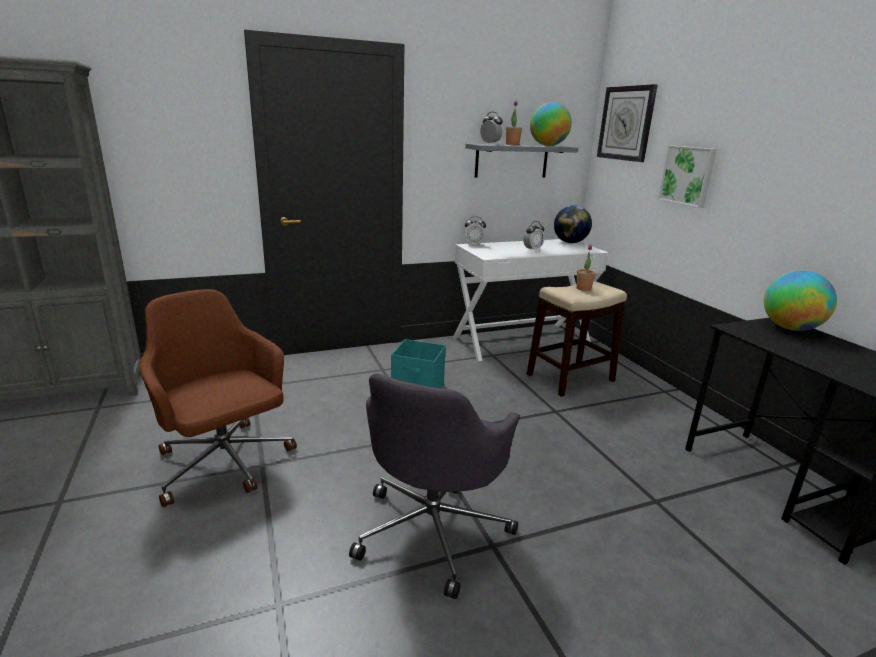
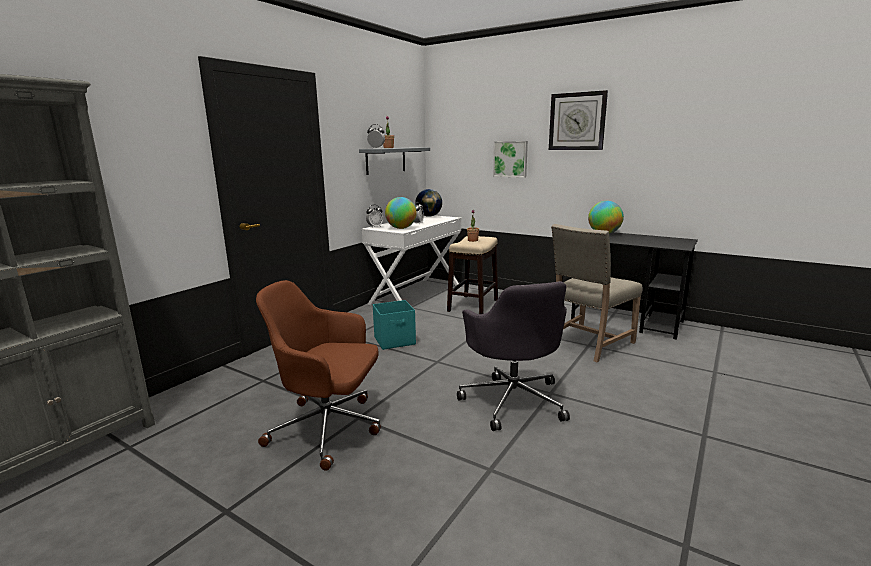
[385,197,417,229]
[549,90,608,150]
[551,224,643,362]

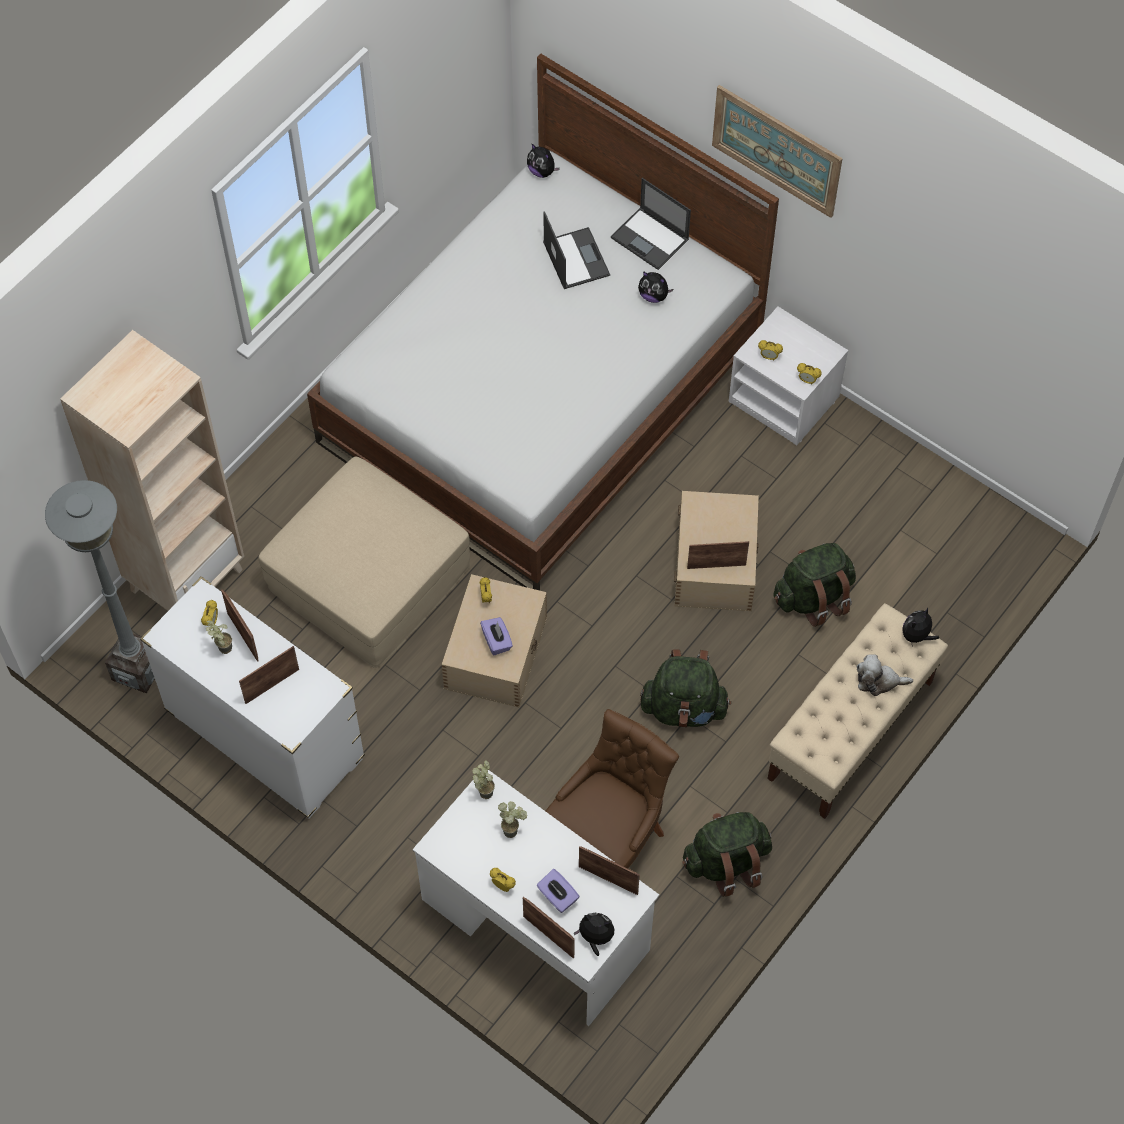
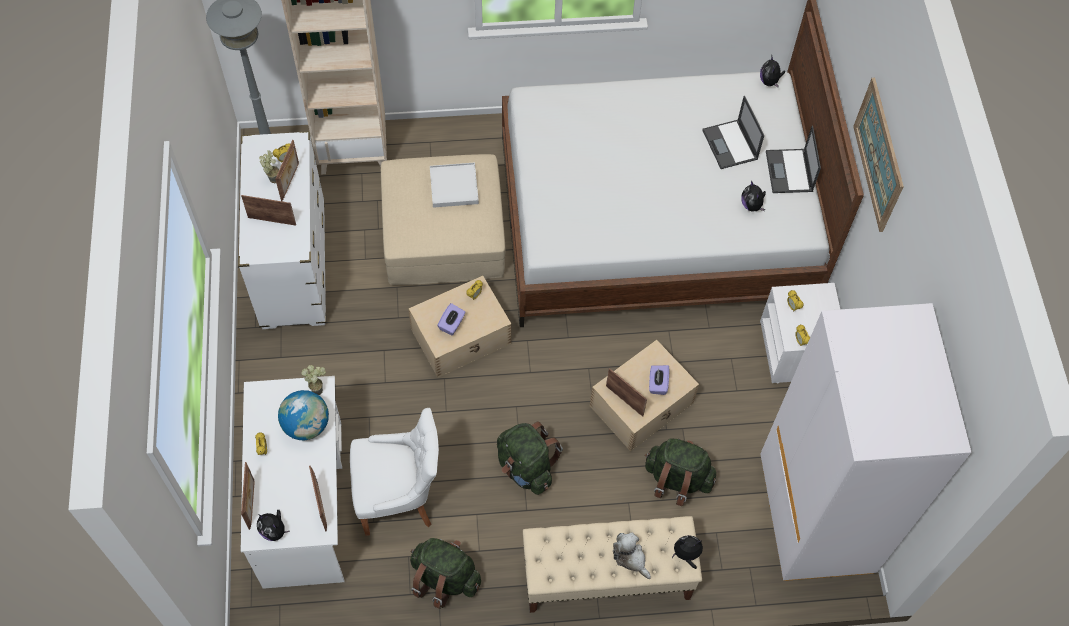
[257,510,290,541]
[278,390,329,440]
[350,408,439,536]
[430,162,479,208]
[649,365,669,395]
[702,96,764,169]
[760,303,972,581]

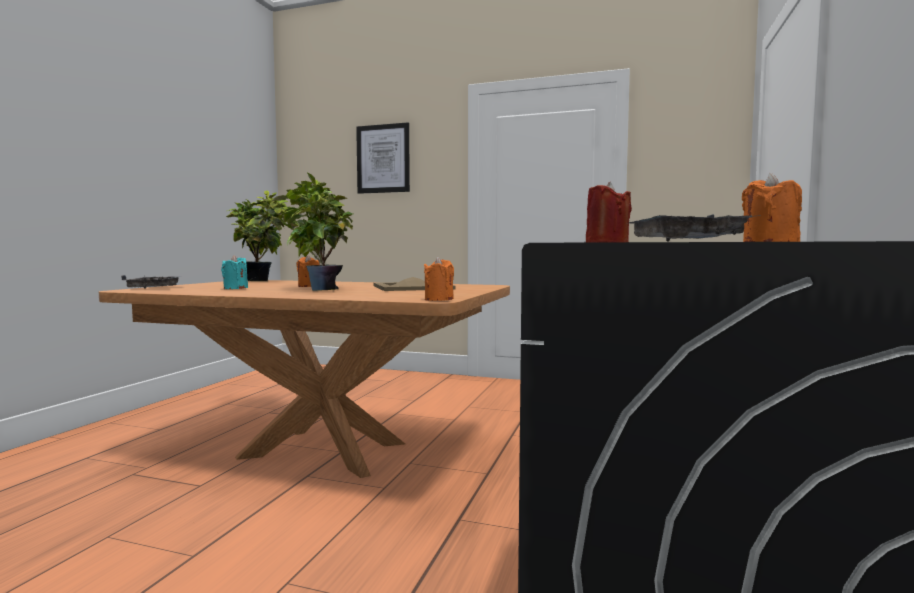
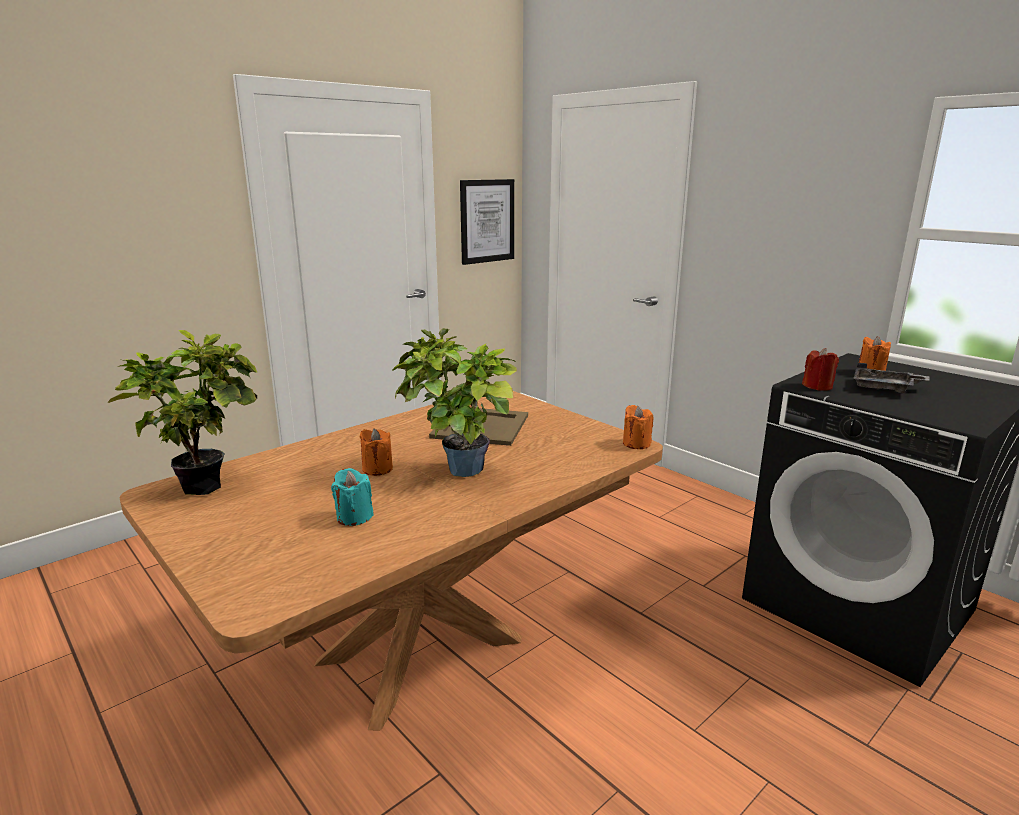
[460,179,514,265]
[121,275,181,289] (first image)

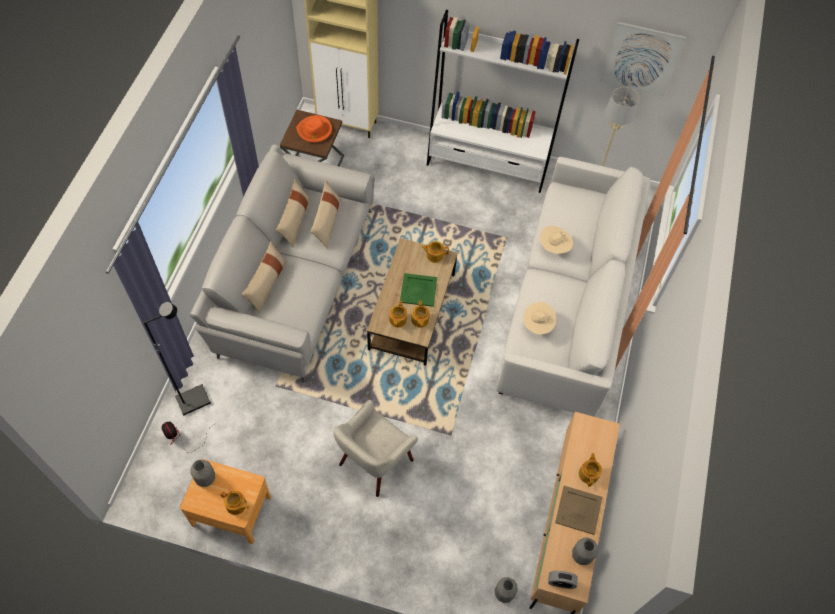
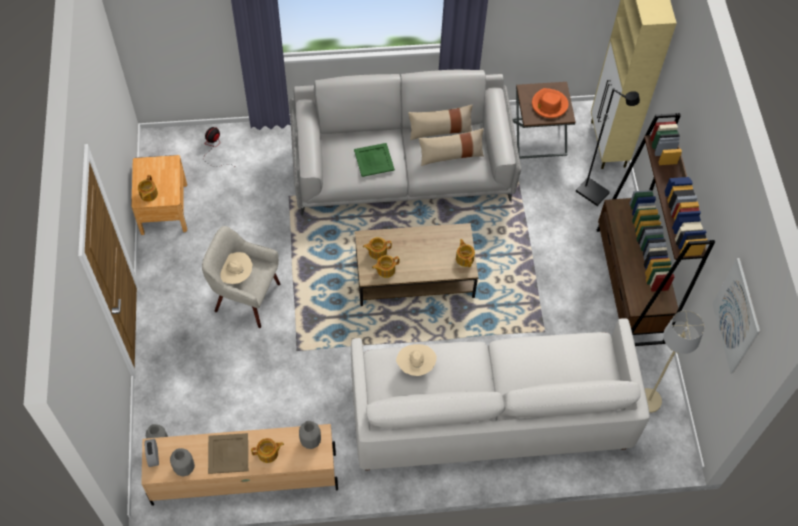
[220,252,252,284]
[299,421,321,449]
[354,143,395,177]
[576,88,640,206]
[597,113,715,346]
[241,241,287,314] (first image)

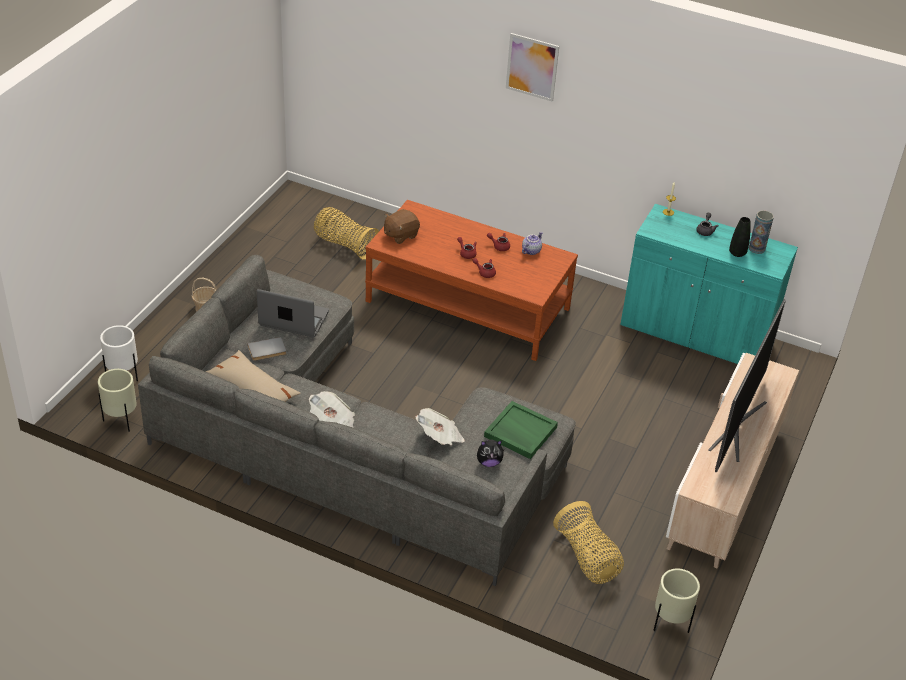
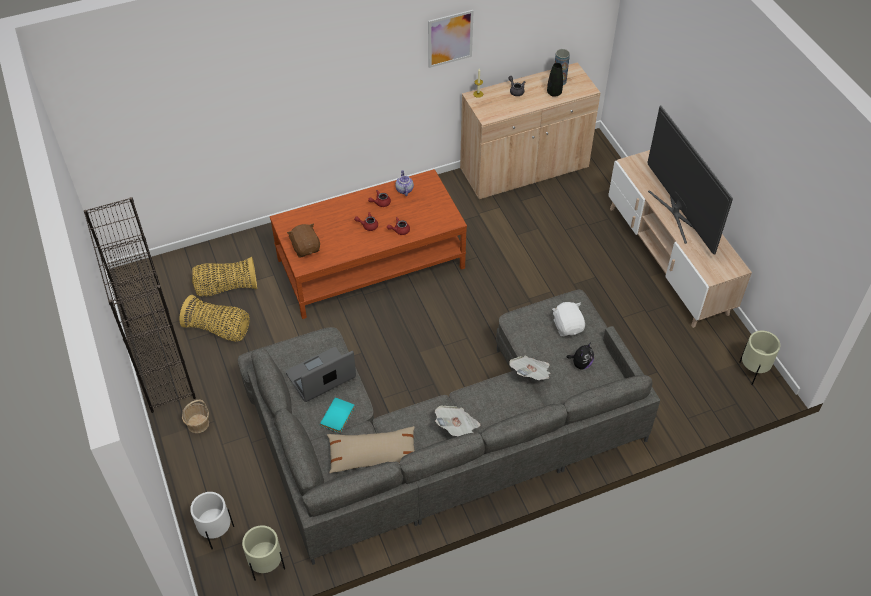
[84,197,196,413]
[179,295,250,341]
[287,223,320,258]
[320,397,355,433]
[428,10,474,68]
[460,62,601,199]
[552,302,585,336]

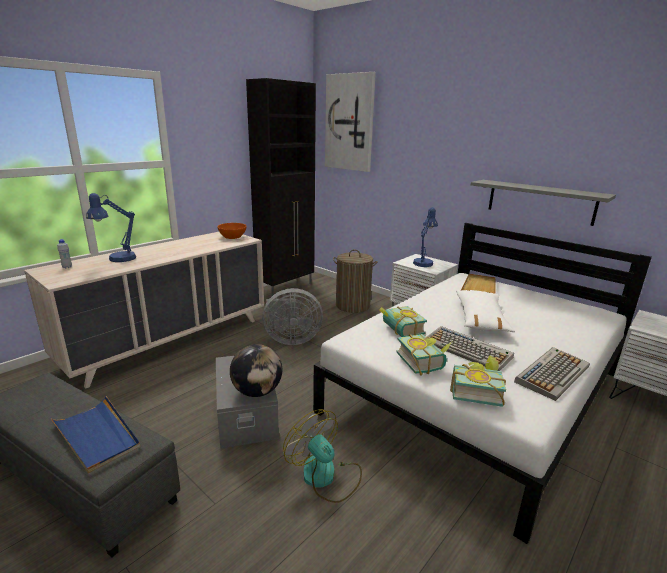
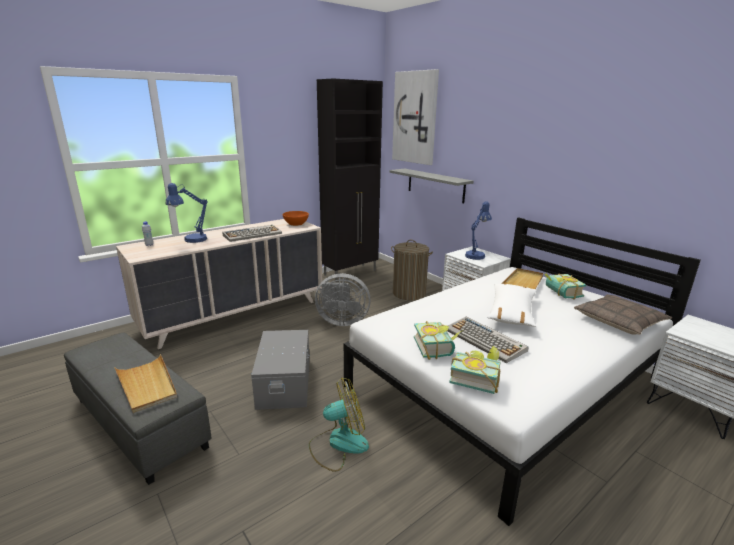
[114,354,177,413]
[222,225,282,242]
[309,378,369,472]
[389,169,474,203]
[545,273,586,300]
[574,294,672,335]
[230,344,282,397] (first image)

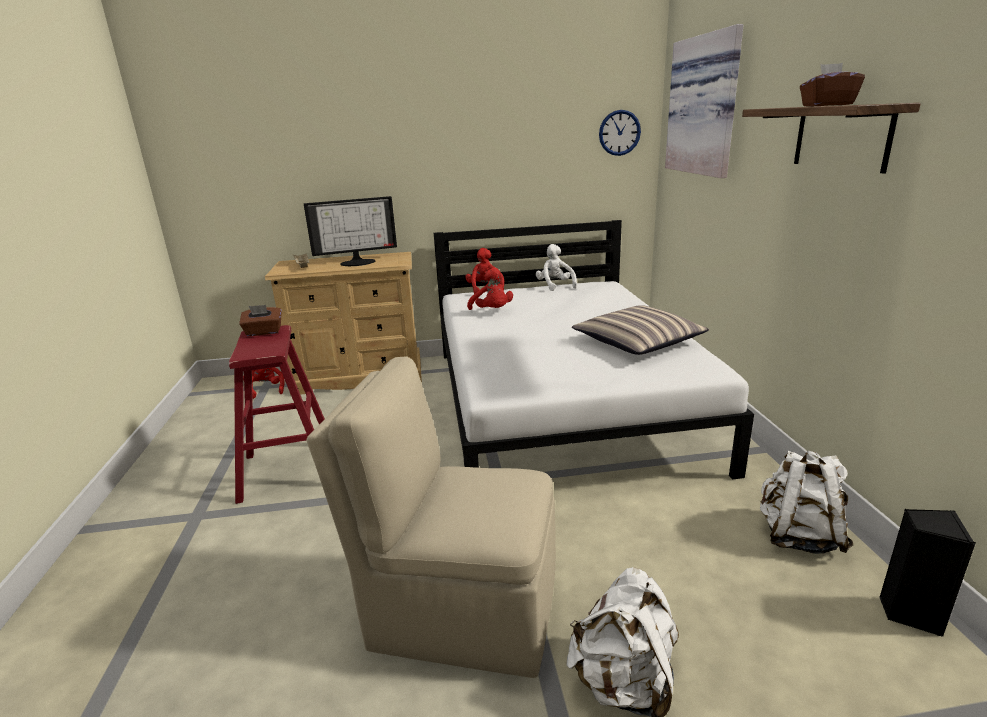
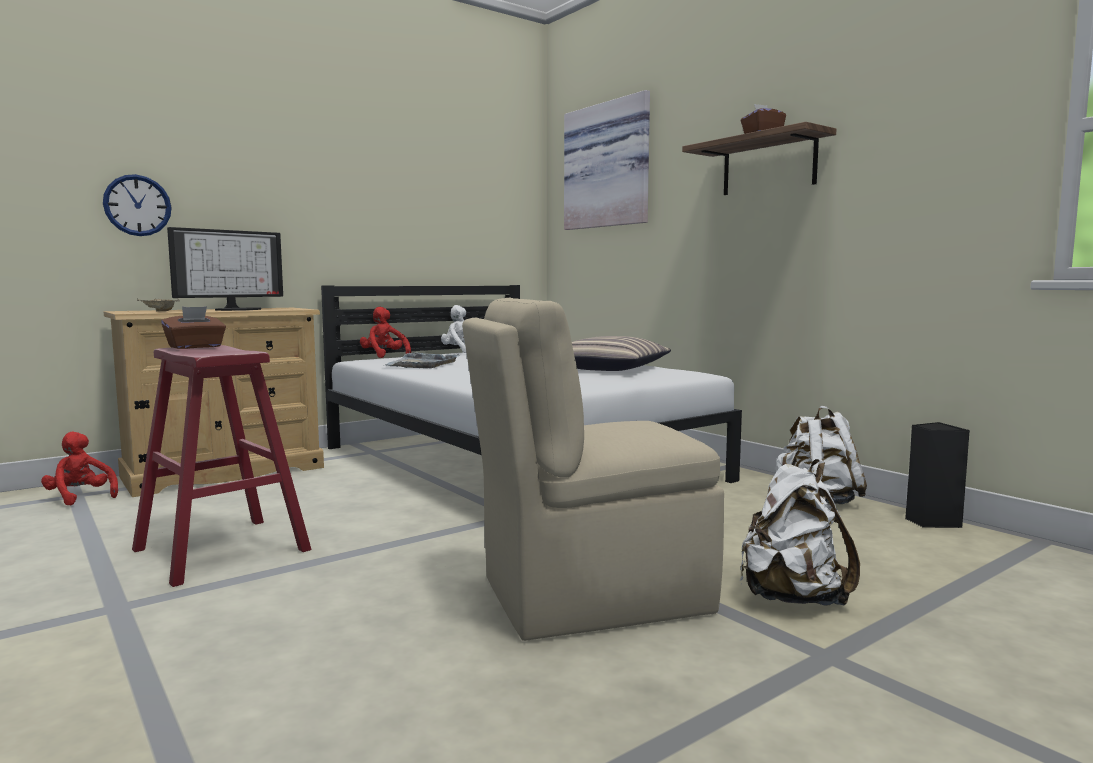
[103,174,172,236]
[385,352,459,368]

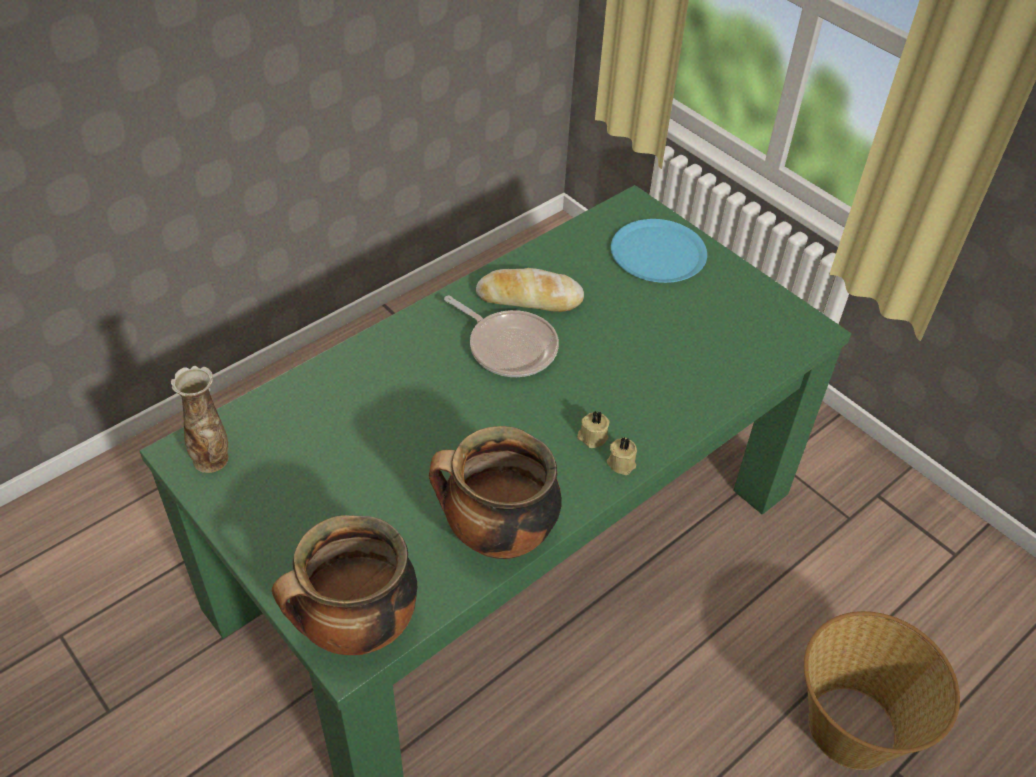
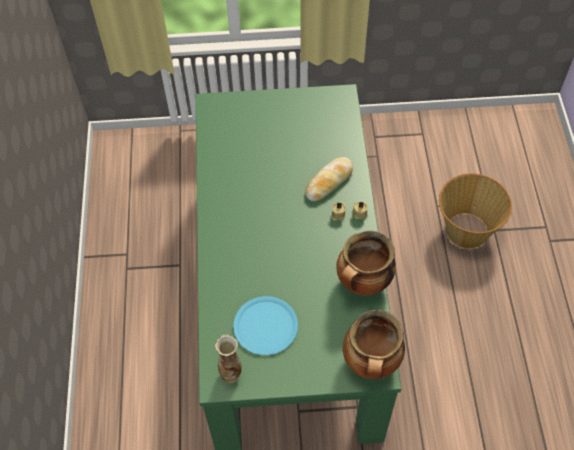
[233,296,298,355]
[305,157,353,201]
[444,296,559,377] (first image)

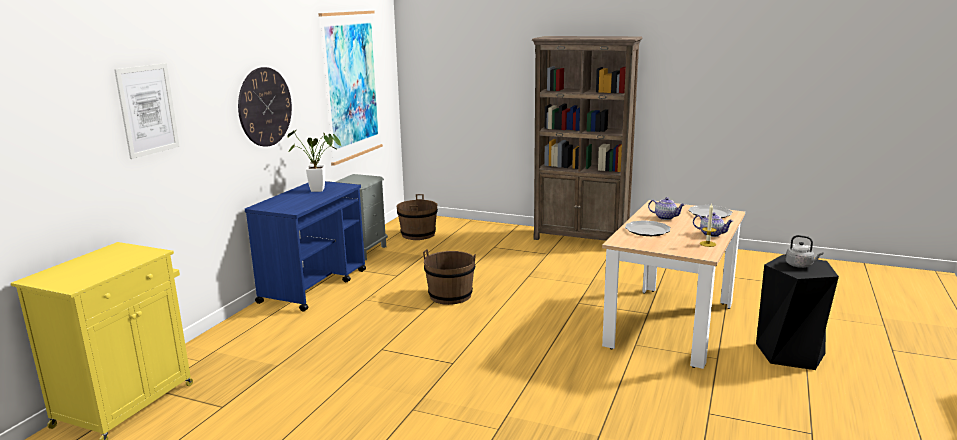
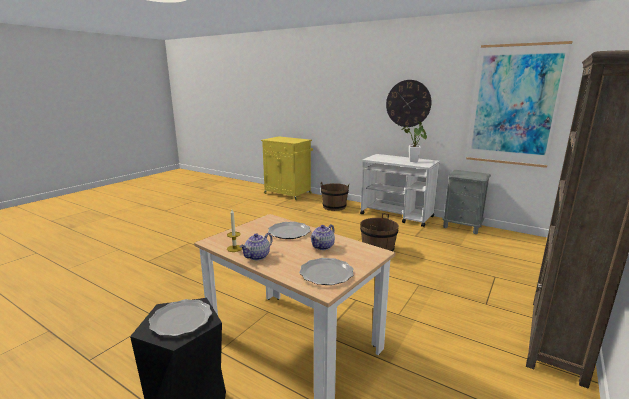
[149,299,212,336]
[321,182,349,211]
[360,154,440,227]
[114,63,180,159] (first image)

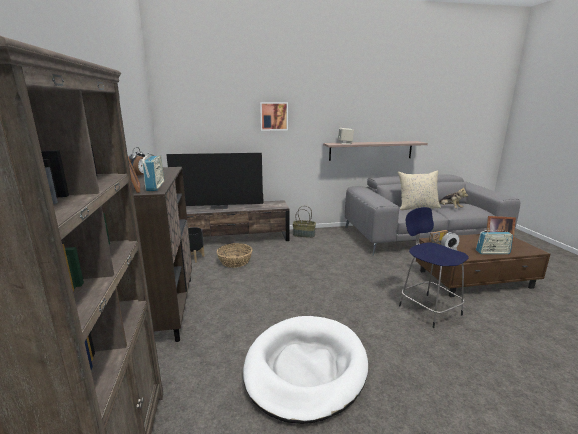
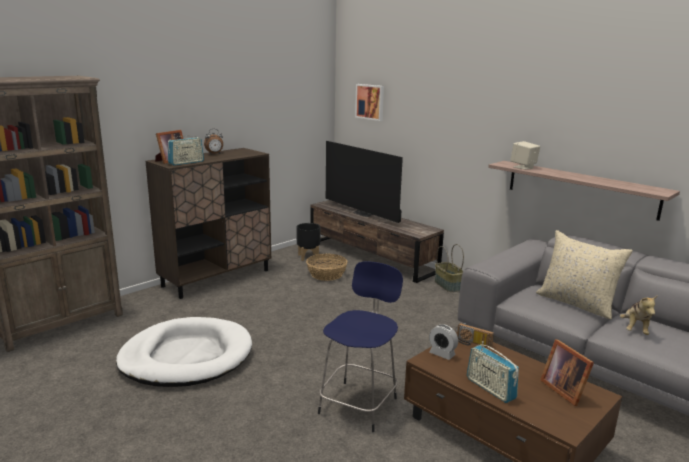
[355,84,384,121]

